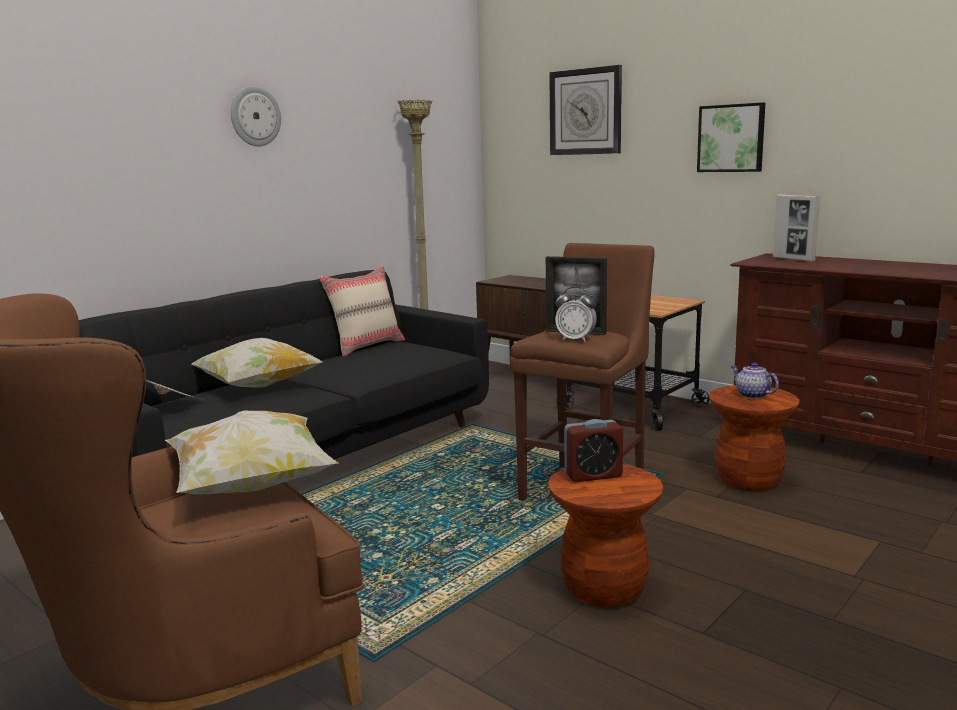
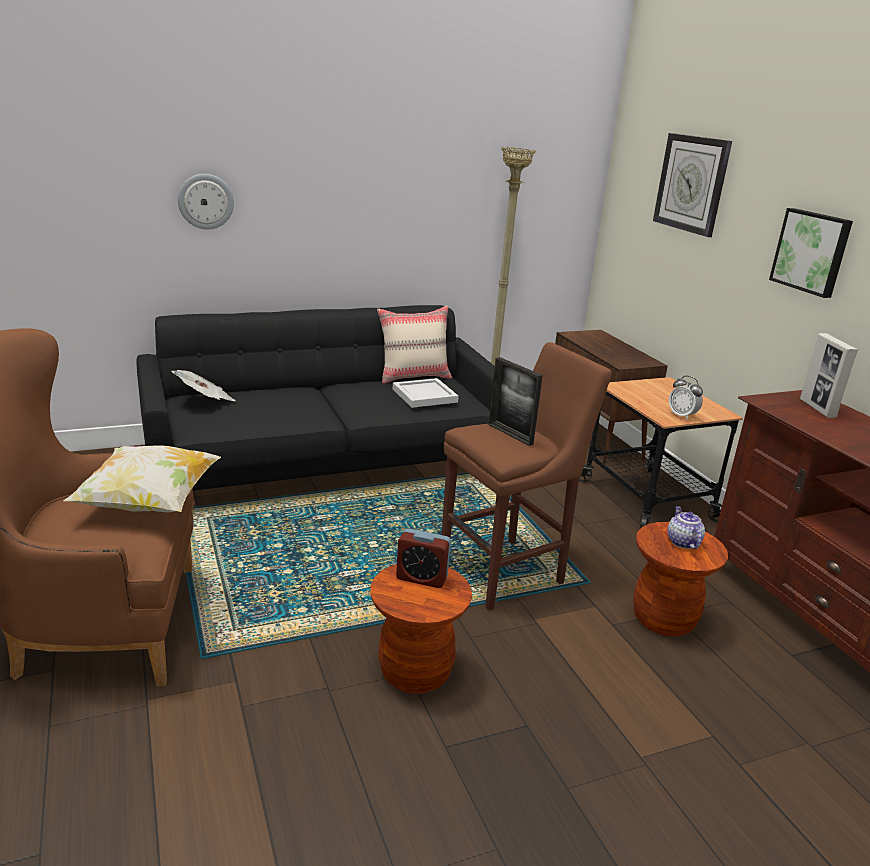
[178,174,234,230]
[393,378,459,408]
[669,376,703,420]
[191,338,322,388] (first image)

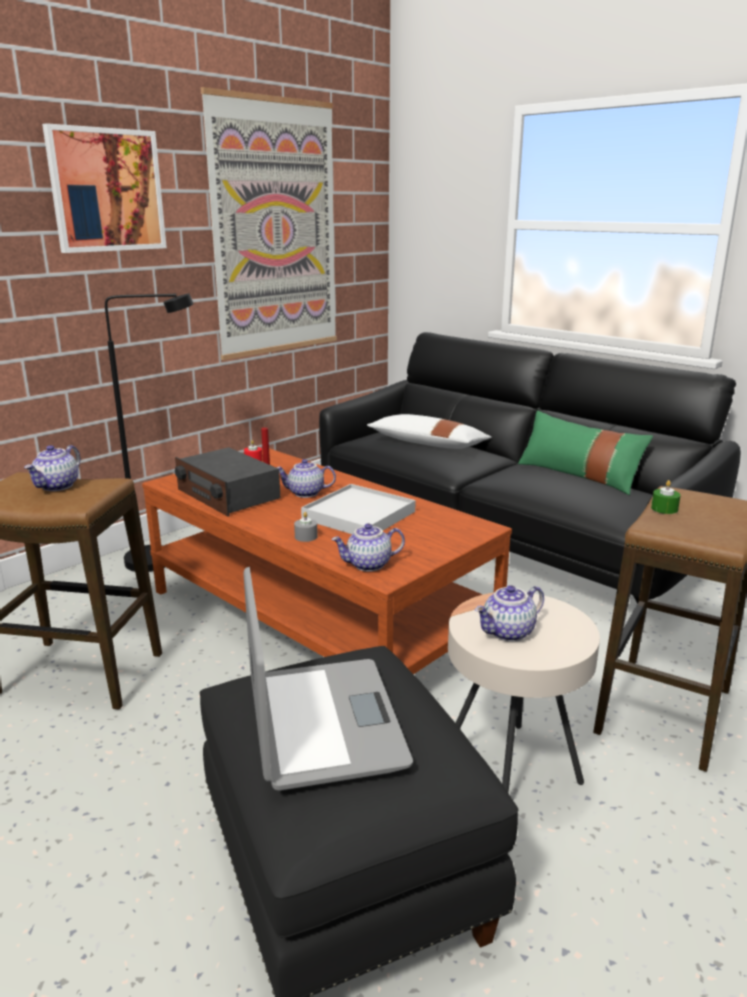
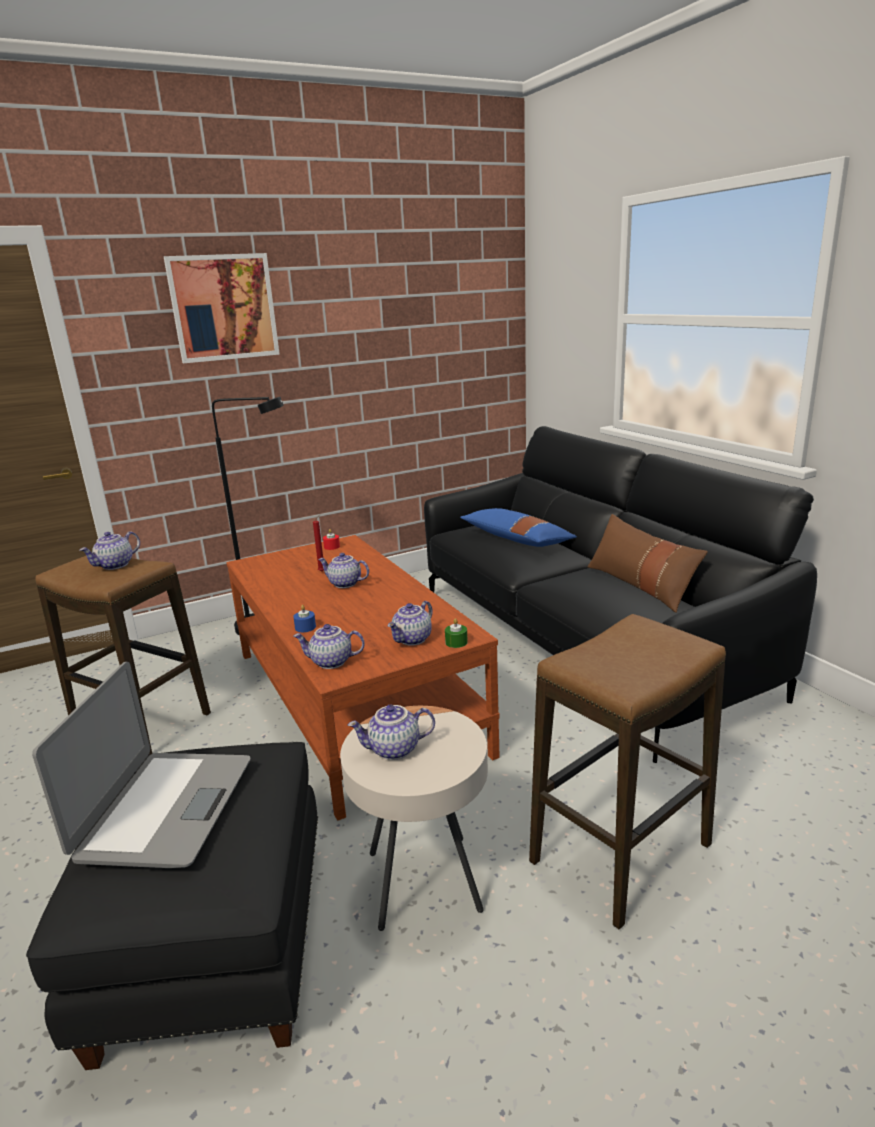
[293,605,316,632]
[388,601,433,646]
[445,618,468,648]
[460,508,577,547]
[588,514,708,613]
[175,447,280,517] (first image)
[201,87,337,360] (first image)
[301,484,416,534] (first image)

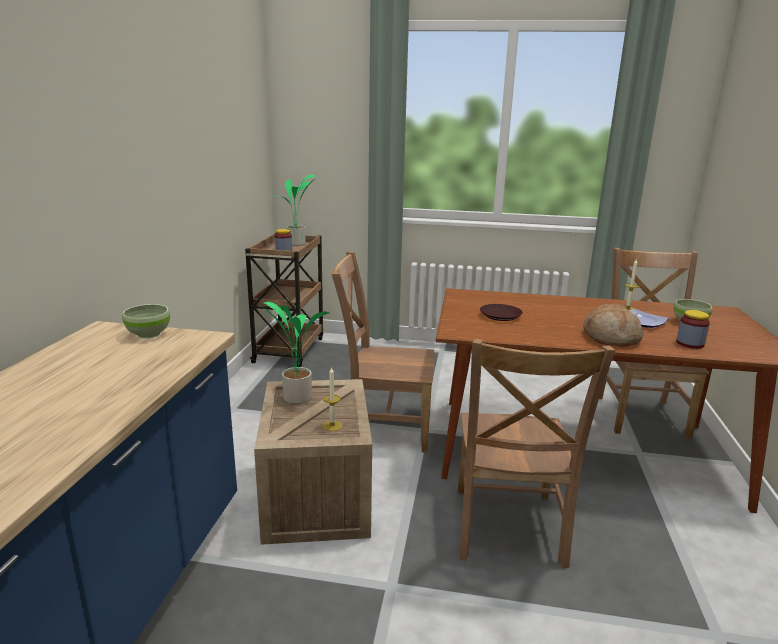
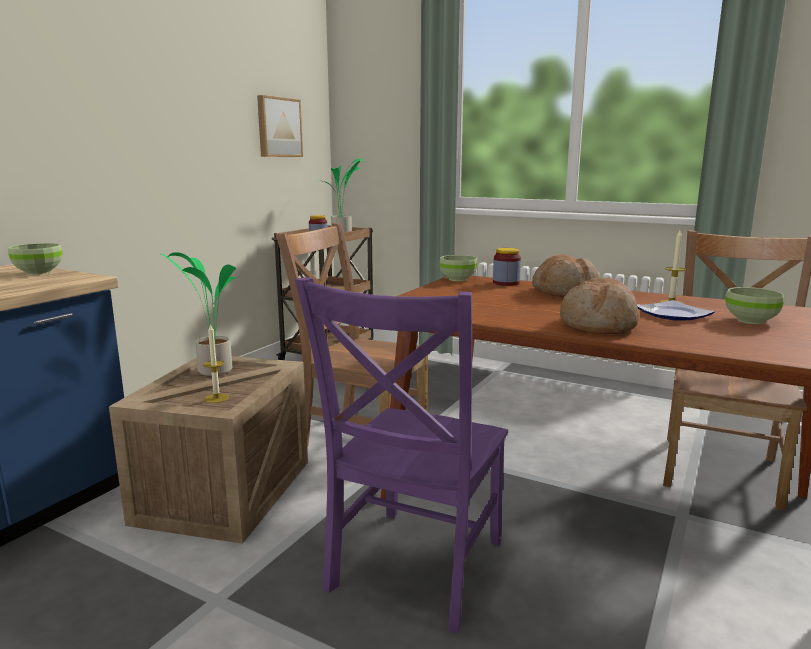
[257,95,303,157]
[295,277,508,633]
[439,255,477,281]
[493,248,521,286]
[532,254,600,298]
[480,304,523,321] (first image)

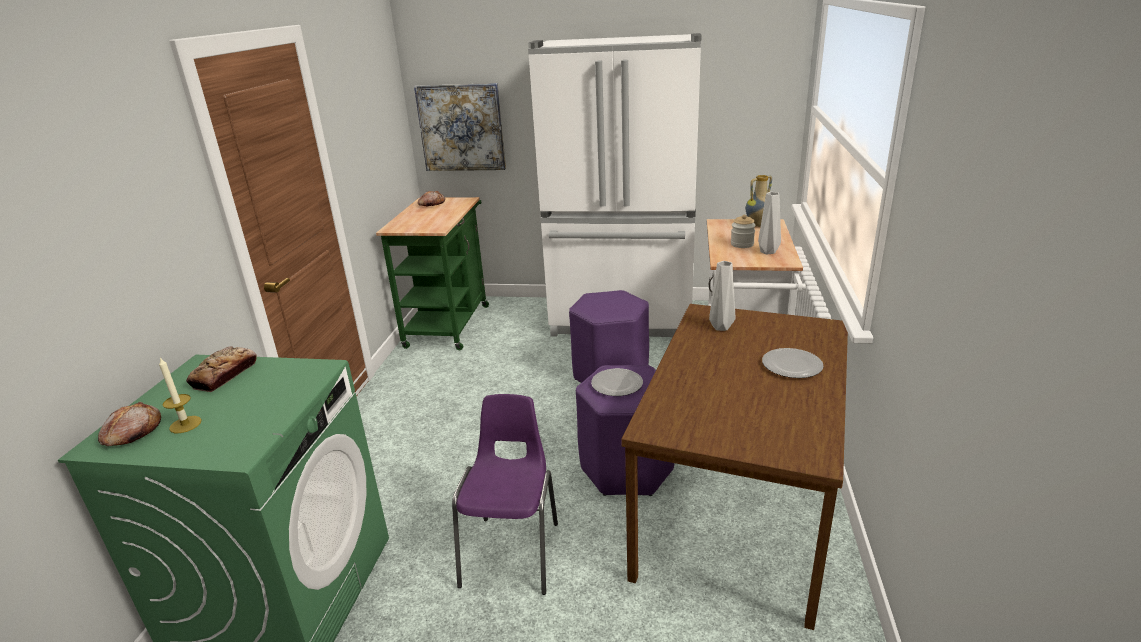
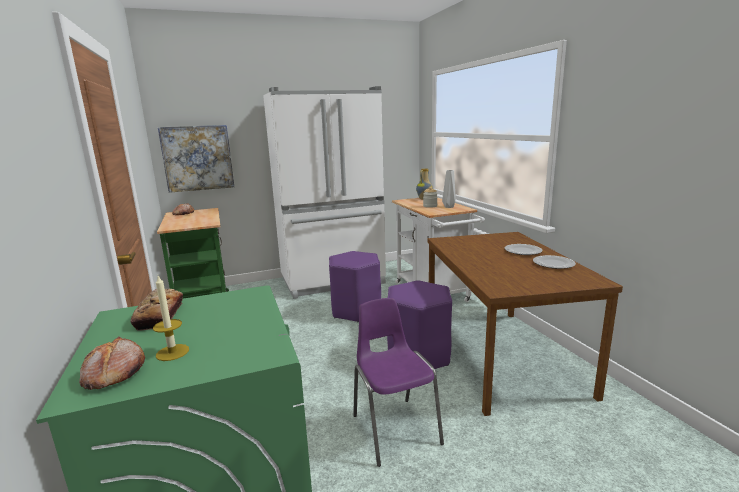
[533,255,576,269]
[709,261,735,331] (first image)

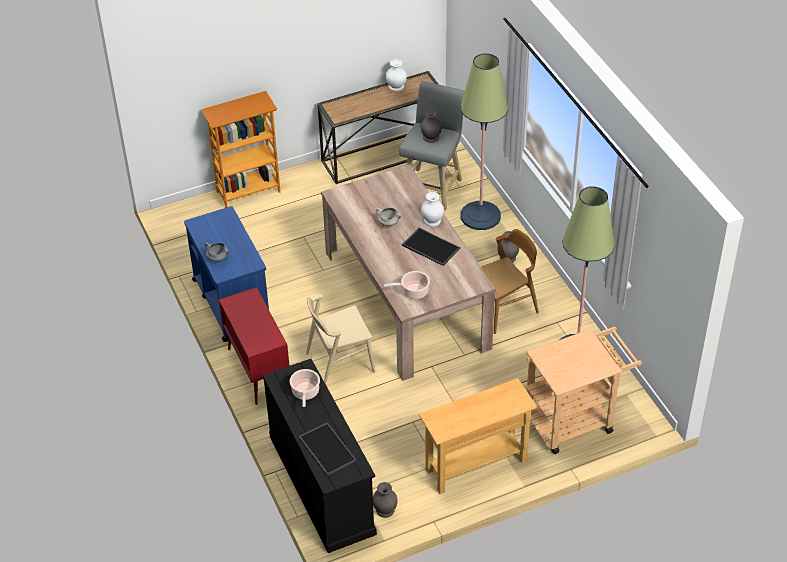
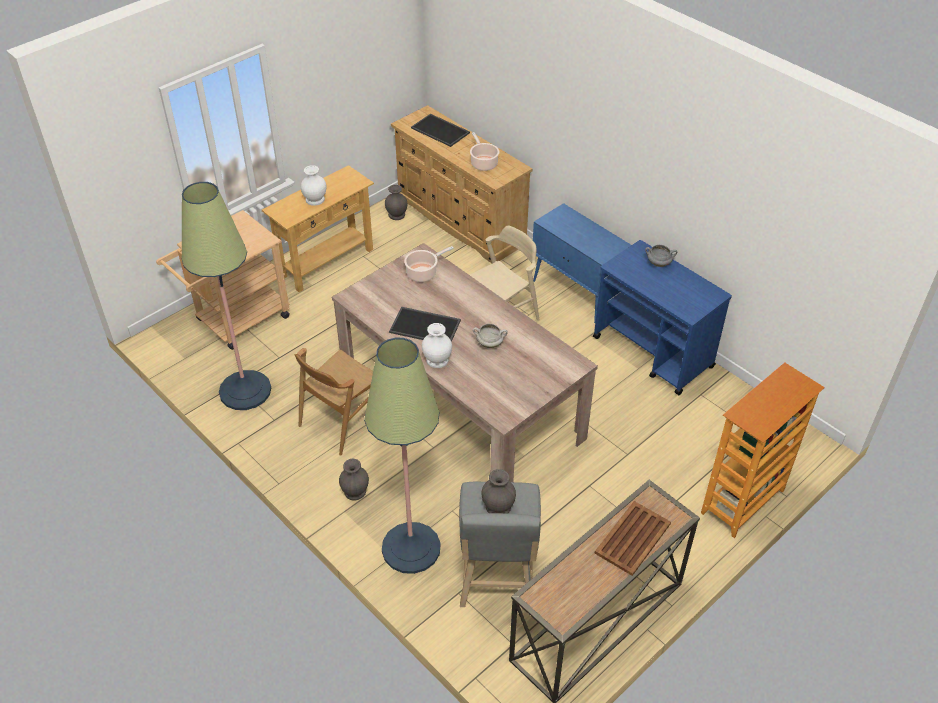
[301,165,326,206]
[391,105,533,263]
[533,203,631,323]
[595,501,671,576]

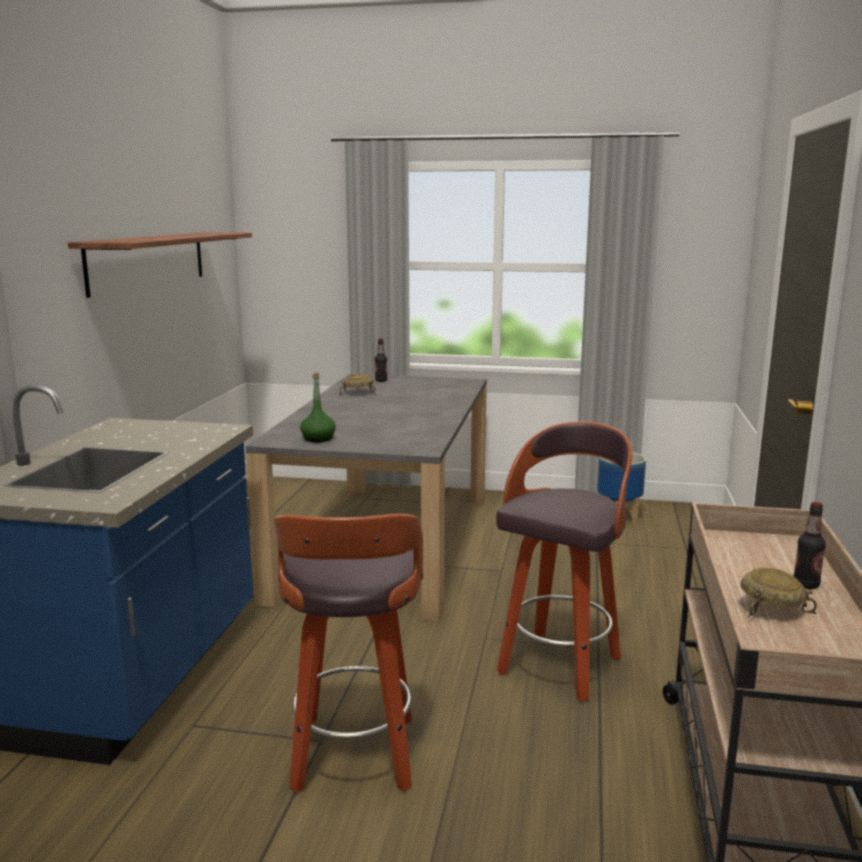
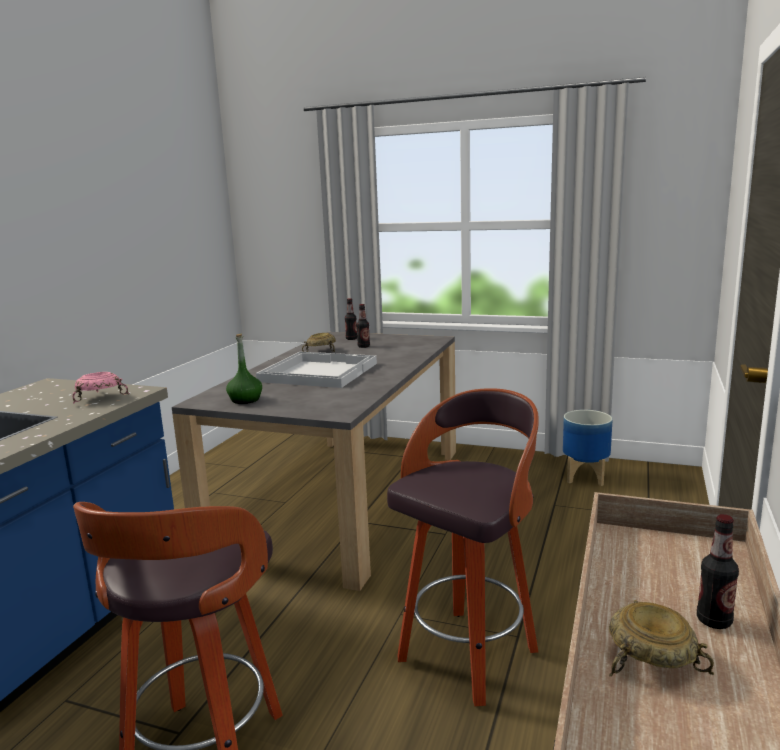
[72,372,130,404]
[256,352,377,388]
[357,304,370,348]
[68,232,252,298] (first image)

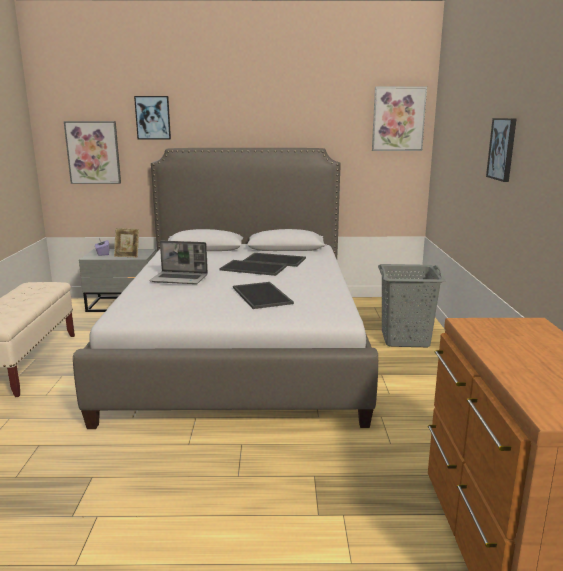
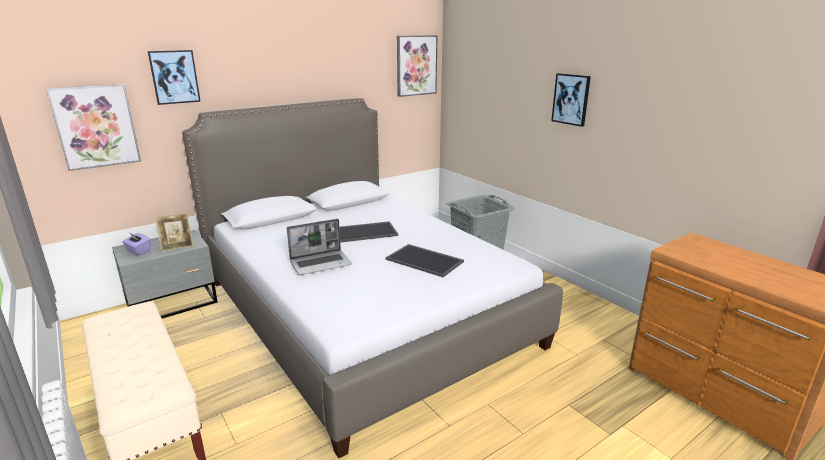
[243,253,306,267] (first image)

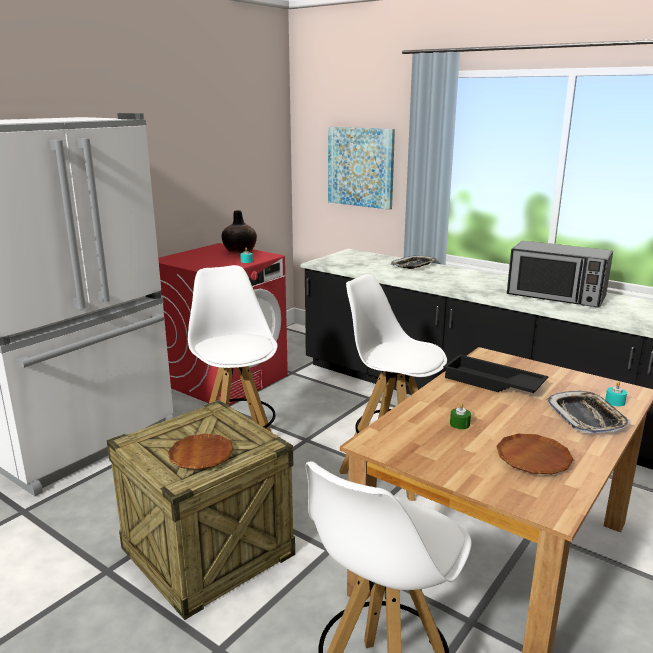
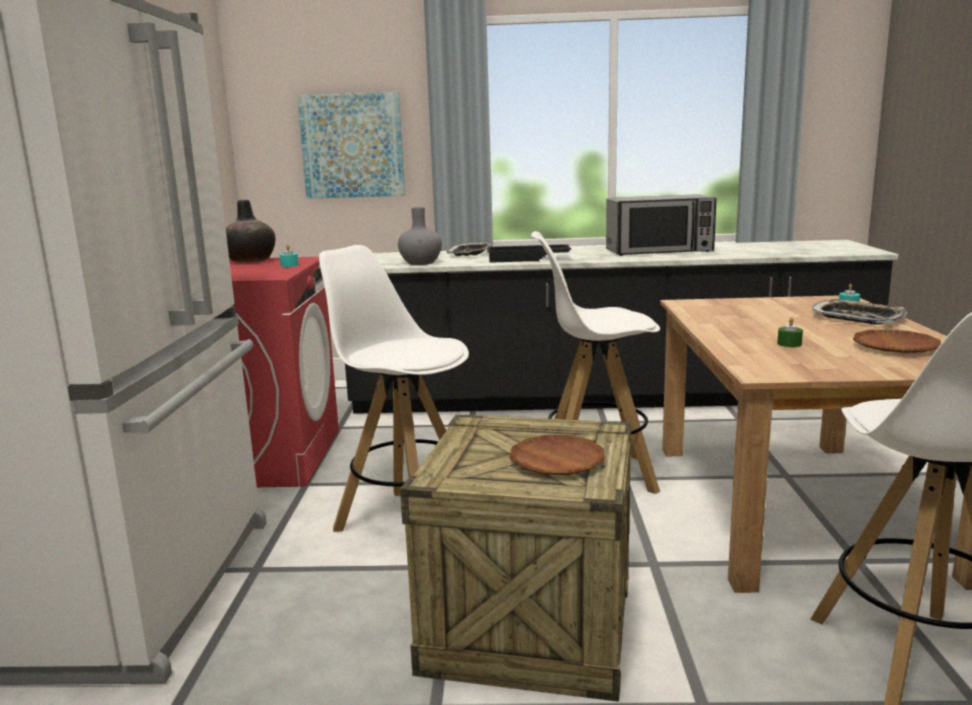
[398,207,442,265]
[487,244,571,263]

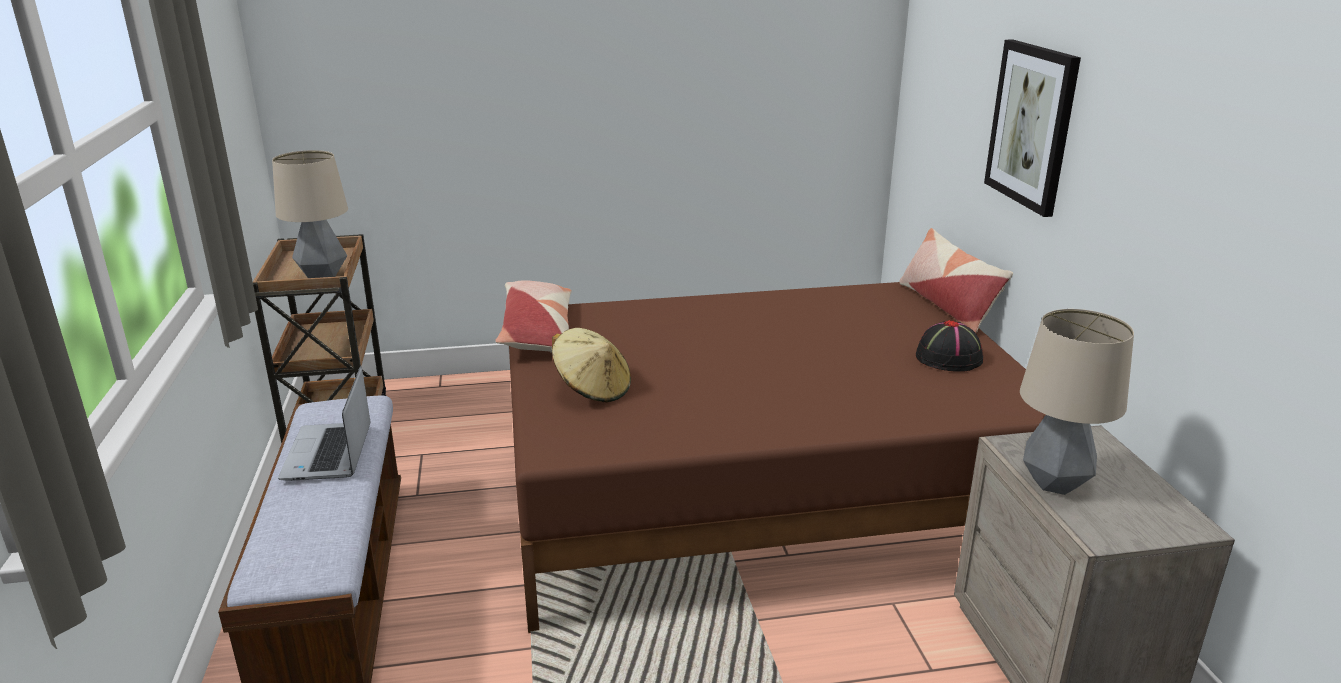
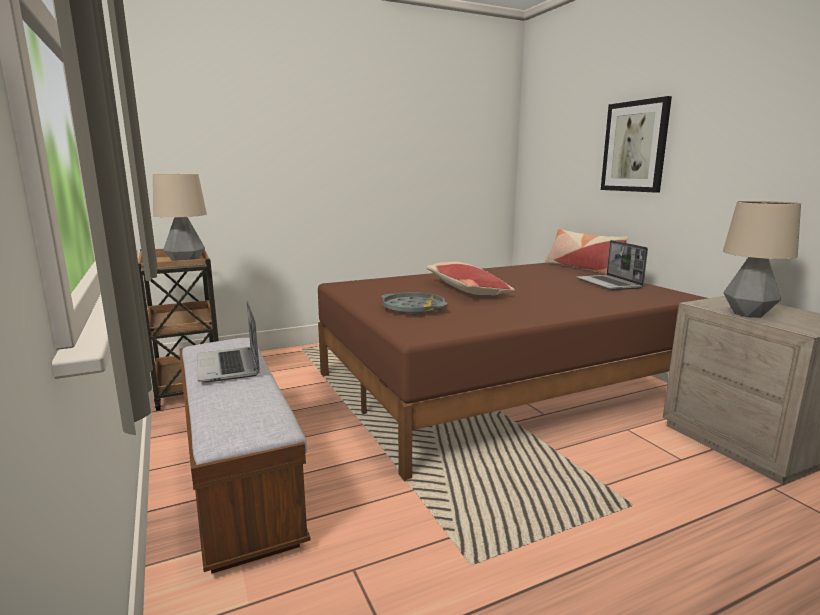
[381,292,448,316]
[426,262,515,295]
[576,240,648,290]

